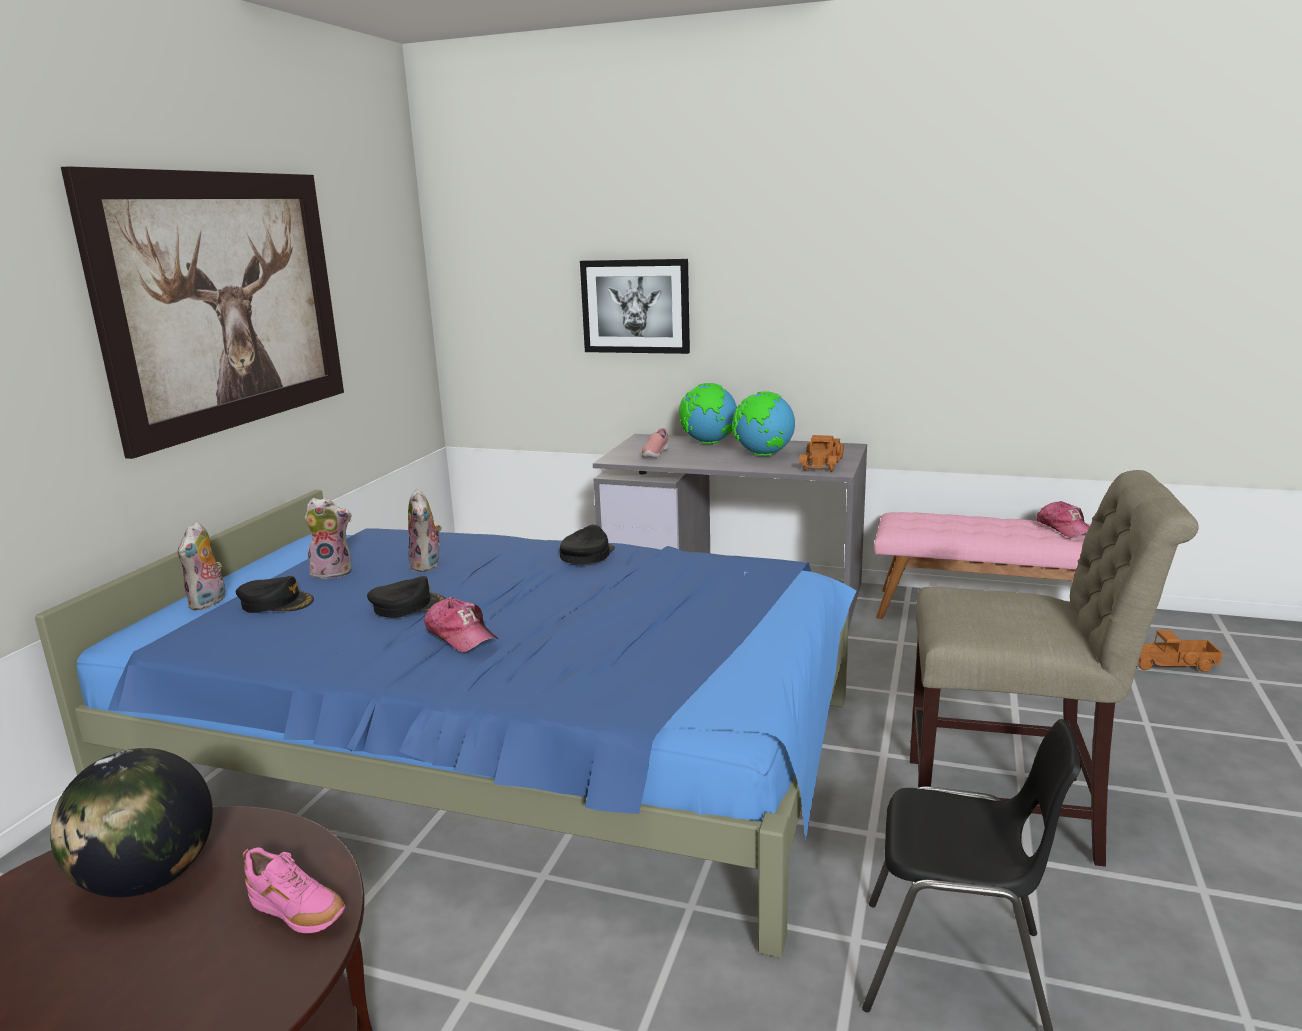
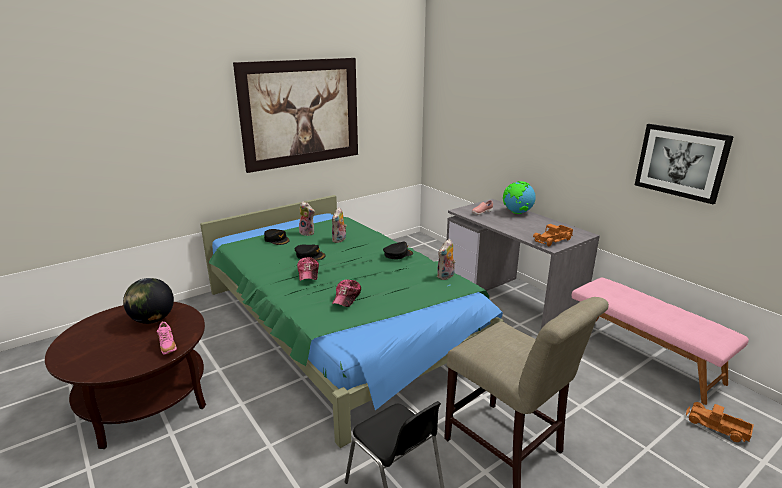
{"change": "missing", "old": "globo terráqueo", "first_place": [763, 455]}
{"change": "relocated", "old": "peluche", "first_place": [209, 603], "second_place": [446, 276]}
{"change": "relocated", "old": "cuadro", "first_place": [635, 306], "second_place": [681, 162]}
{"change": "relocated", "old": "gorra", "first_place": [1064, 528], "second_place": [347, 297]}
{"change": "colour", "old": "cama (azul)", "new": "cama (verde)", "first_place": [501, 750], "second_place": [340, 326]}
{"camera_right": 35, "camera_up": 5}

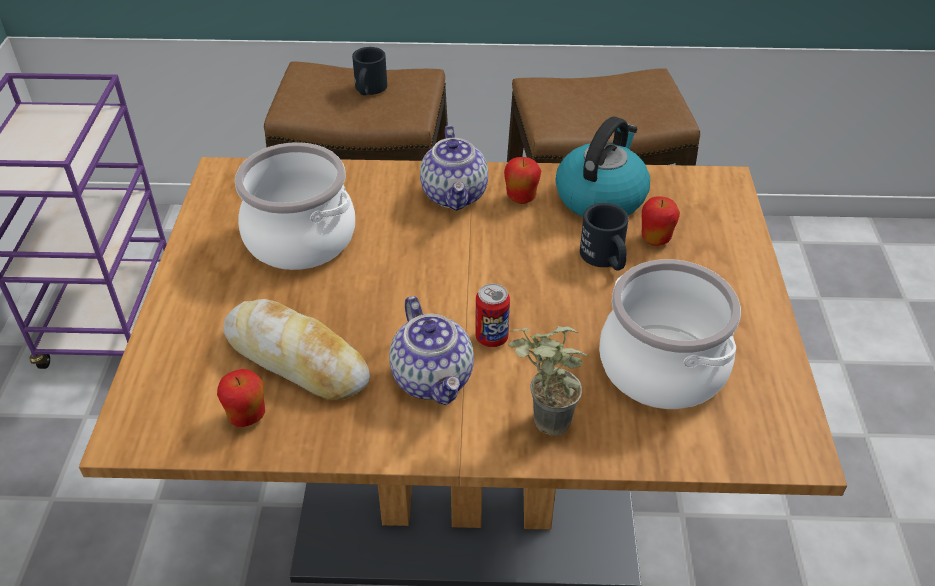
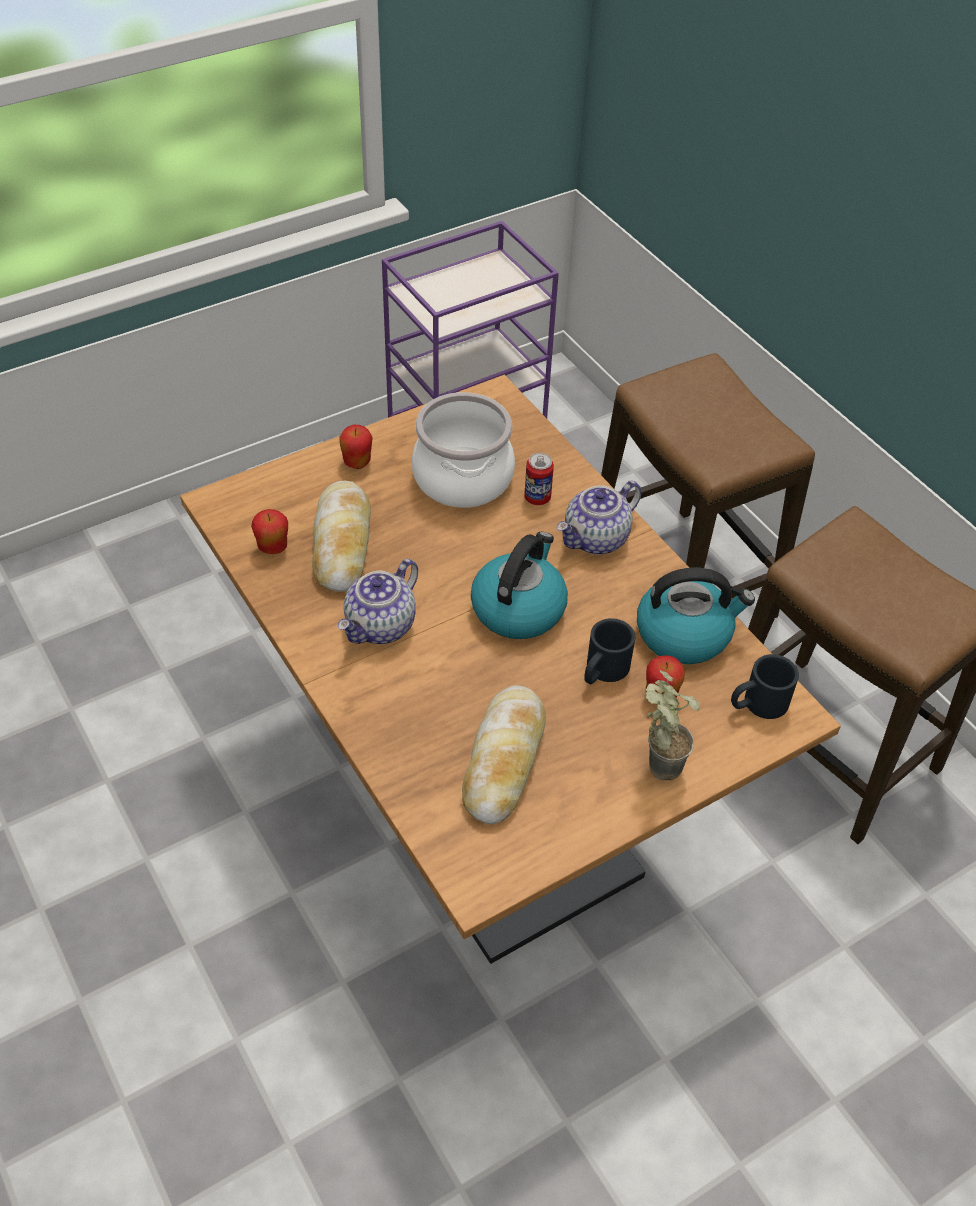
{"change": "appeared", "new": "hervidor", "second_place": [518, 608]}
{"change": "relocated", "old": "taza grande (negro)", "first_place": [369, 90], "second_place": [757, 704]}
{"change": "relocated", "old": "lata", "first_place": [491, 338], "second_place": [537, 498]}
{"change": "relocated", "old": "manzana", "first_place": [521, 198], "second_place": [357, 462]}
{"change": "relocated", "old": "planta en maceta", "first_place": [541, 424], "second_place": [656, 762]}
{"change": "exchanged", "old": "olla", "new": "pan", "first_place": [663, 366], "second_place": [503, 760]}
{"camera_right": 55, "camera_up": 5}

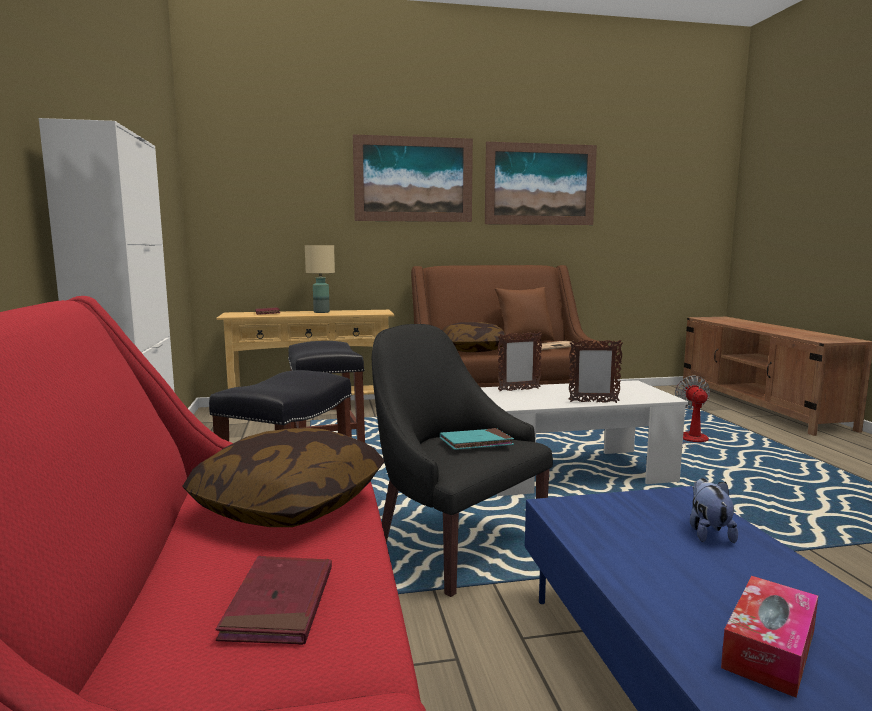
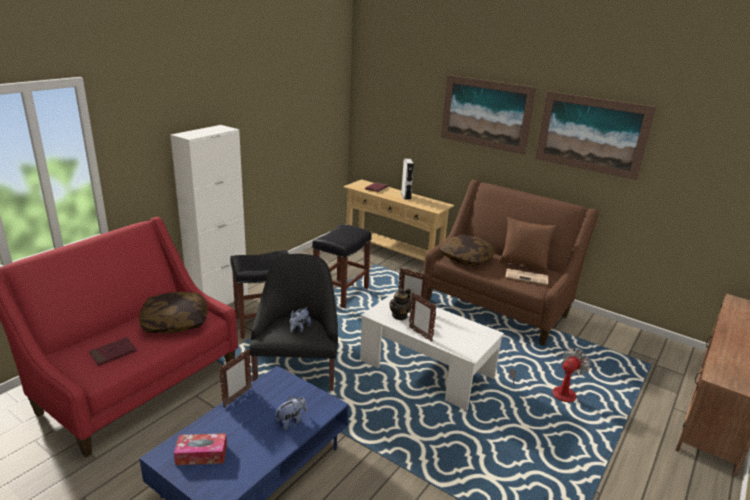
{"change": "appeared", "new": "portarretratos", "second_place": [237, 397]}
{"change": "appeared", "new": "tetera", "second_place": [399, 315]}
{"change": "exchanged", "old": "lámpara de mesa (beis)", "new": "altavoz (gris)", "first_place": [321, 312], "second_place": [406, 196]}
{"change": "exchanged", "old": "libro (turquesa)", "new": "peluche", "first_place": [476, 443], "second_place": [299, 328]}
{"camera_right": 45, "camera_up": 15}

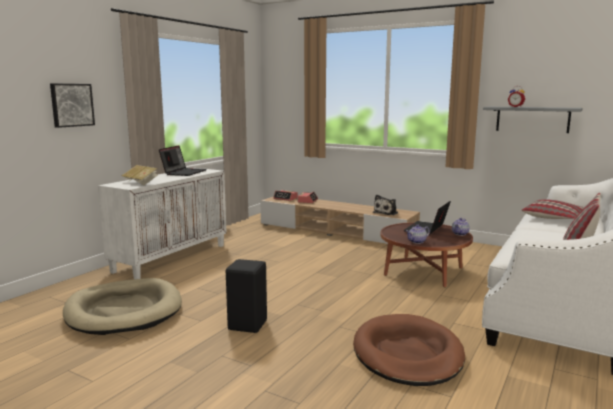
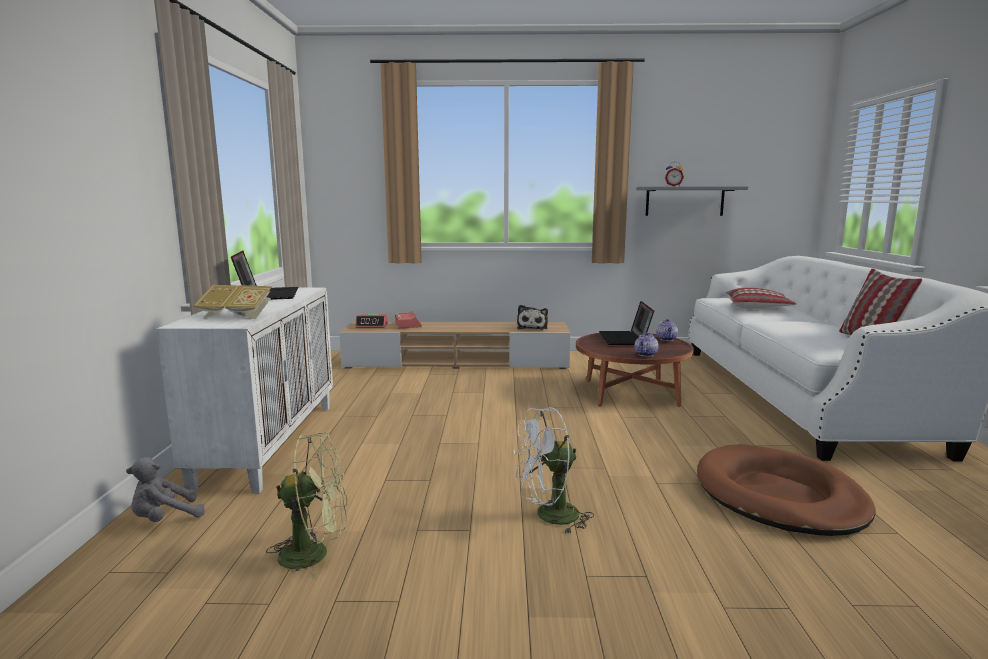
{"change": "missing", "old": "cuadro", "first_place": [71, 105]}
{"change": "appeared", "new": "peluche (gris)", "second_place": [165, 519]}
{"change": "exchanged", "old": "cama para perro (beis)", "new": "ventilador (verde)", "first_place": [124, 311], "second_place": [315, 553]}
{"change": "exchanged", "old": "taburete (negro)", "new": "ventilador (blanco)", "first_place": [248, 325], "second_place": [549, 517]}
{"camera_right": -30, "camera_up": 0}

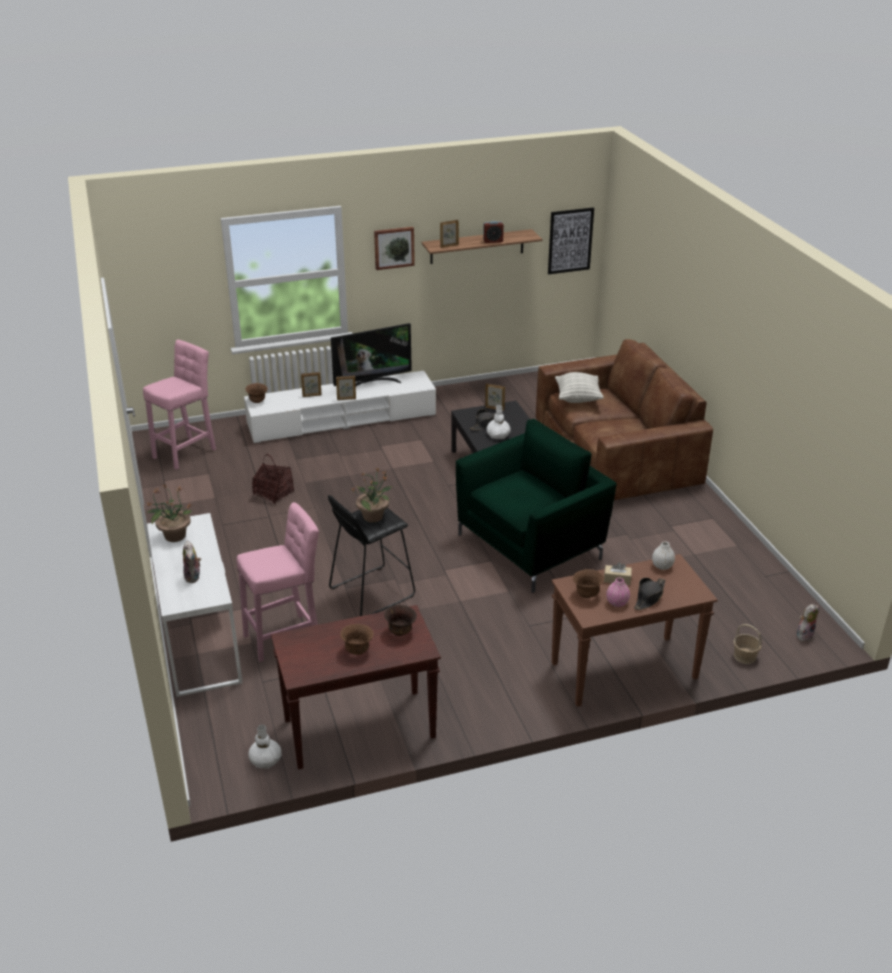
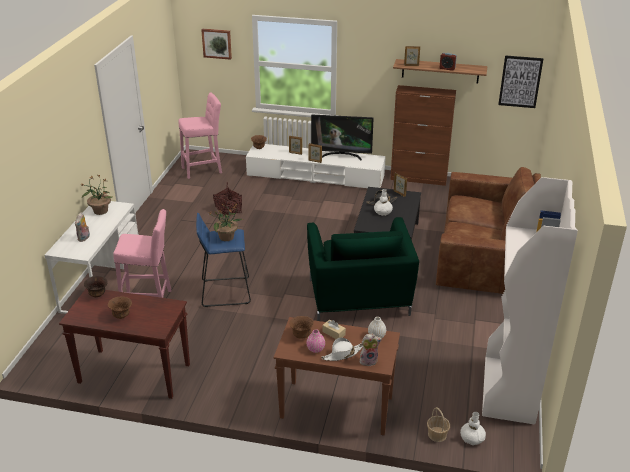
{"change": "missing", "old": "cojín", "first_place": [578, 398]}
{"change": "appeared", "new": "armario (marrón)", "second_place": [419, 178]}
{"change": "appeared", "new": "estantería (blanco)", "second_place": [509, 390]}
{"change": "relocated", "old": "florero (blanco)", "first_place": [265, 759], "second_place": [472, 438]}
{"change": "relocated", "old": "cuadro", "first_place": [394, 247], "second_place": [217, 43]}
{"change": "relocated", "old": "cuenco (marrón)", "first_place": [400, 631], "second_place": [97, 294]}
{"change": "relocated", "old": "peluche", "first_place": [804, 634], "second_place": [369, 360]}
{"change": "colour", "old": "taburete (negro)", "new": "taburete (azul)", "first_place": [371, 592], "second_place": [225, 291]}
{"change": "colour", "old": "sombrero (negro)", "new": "sombrero (blanco)", "first_place": [649, 597], "second_place": [342, 354]}
{"change": "spun", "old": "sillón (verde)", "first_place": [531, 546], "second_place": [358, 298], "degrees": 90}
{"camera_right": 30, "camera_up": 0}

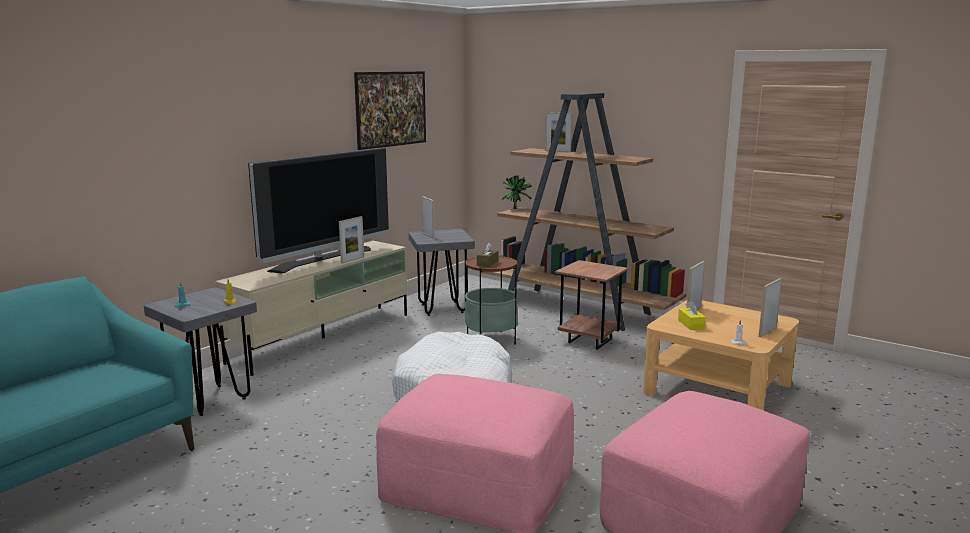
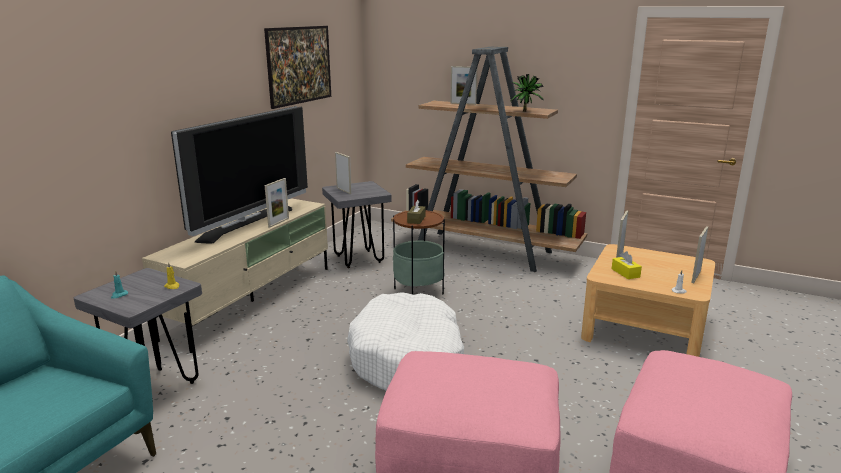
{"change": "missing", "old": "mesa auxiliar (marrón)", "first_place": [589, 340]}
{"change": "relocated", "old": "planta en maceta", "first_place": [516, 208], "second_place": [525, 111]}
{"camera_right": -10, "camera_up": 5}

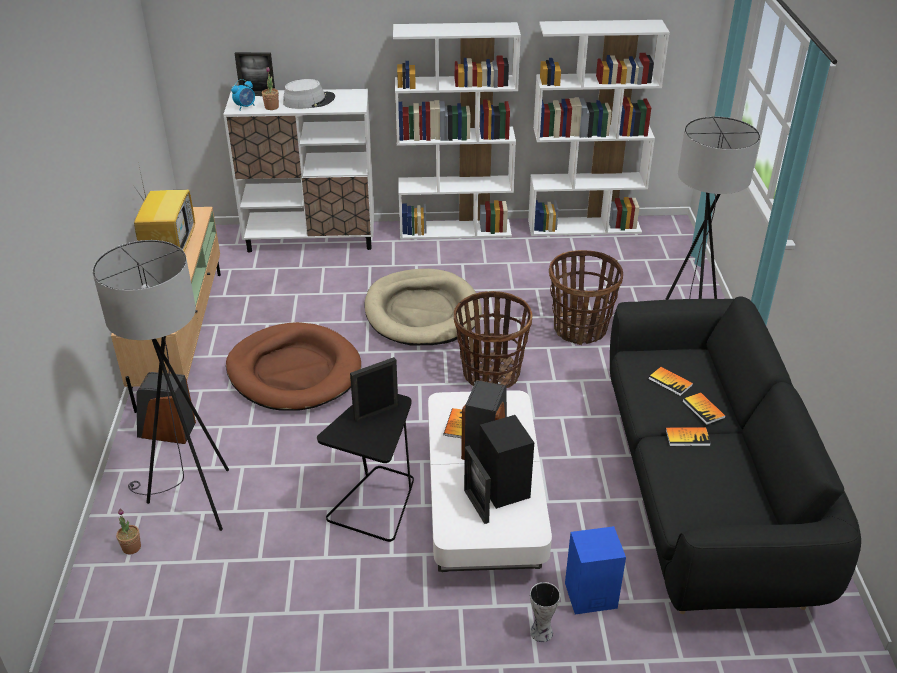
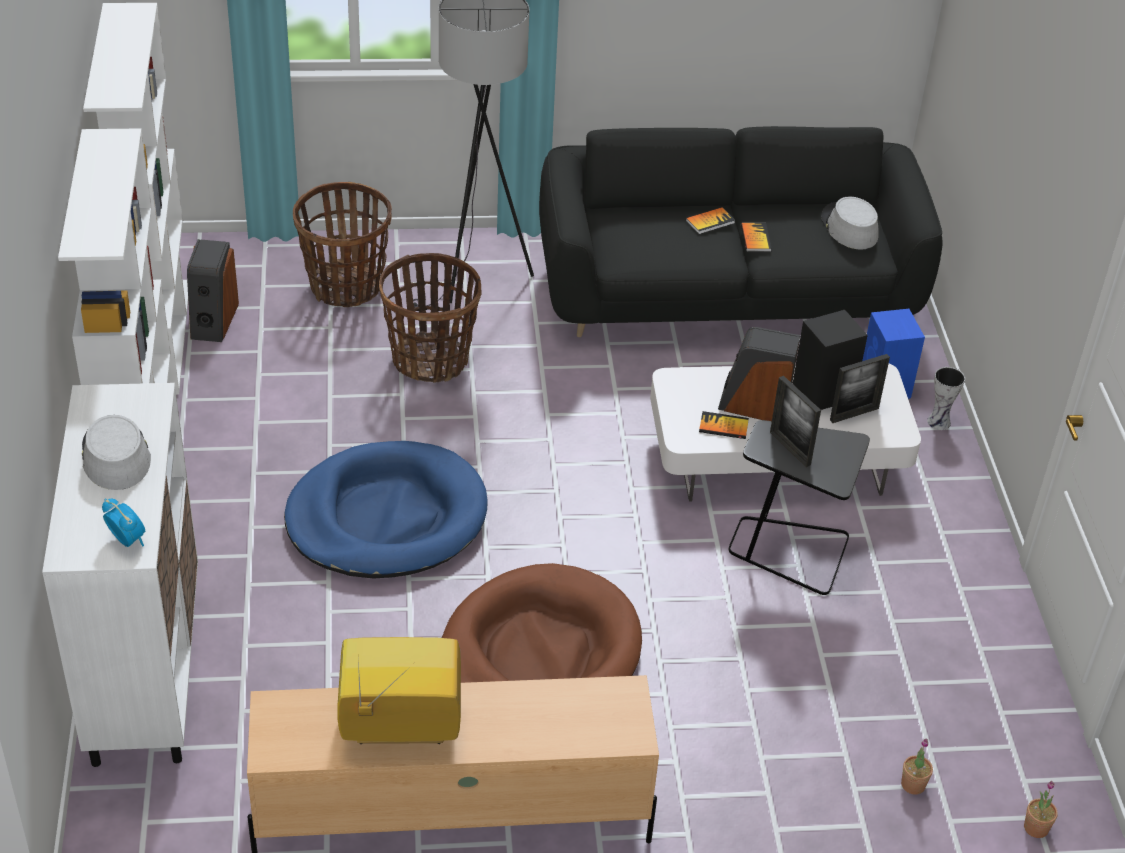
{"change": "missing", "old": "lámpara de pie (gris)", "first_place": [191, 501]}
{"change": "missing", "old": "portarretratos", "first_place": [258, 95]}
{"change": "missing", "old": "libro", "first_place": [670, 382]}
{"change": "appeared", "new": "sombrero (gris)", "second_place": [849, 227]}
{"change": "relocated", "old": "altavoz", "first_place": [167, 431], "second_place": [213, 320]}
{"change": "relocated", "old": "planta en maceta", "first_place": [271, 107], "second_place": [1036, 828]}
{"change": "relocated", "old": "cesta", "first_place": [490, 373], "second_place": [346, 286]}
{"change": "colour", "old": "cama para perro (beis)", "new": "cama para perro (azul)", "first_place": [422, 312], "second_place": [386, 517]}
{"camera_right": -95, "camera_up": 5}

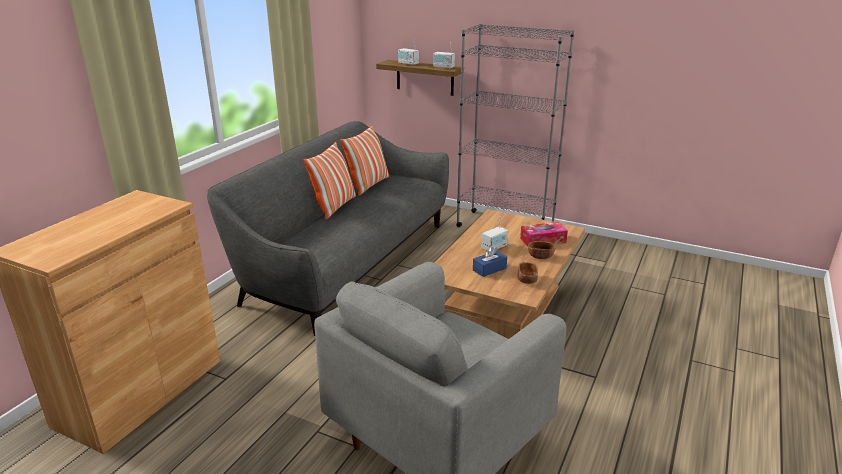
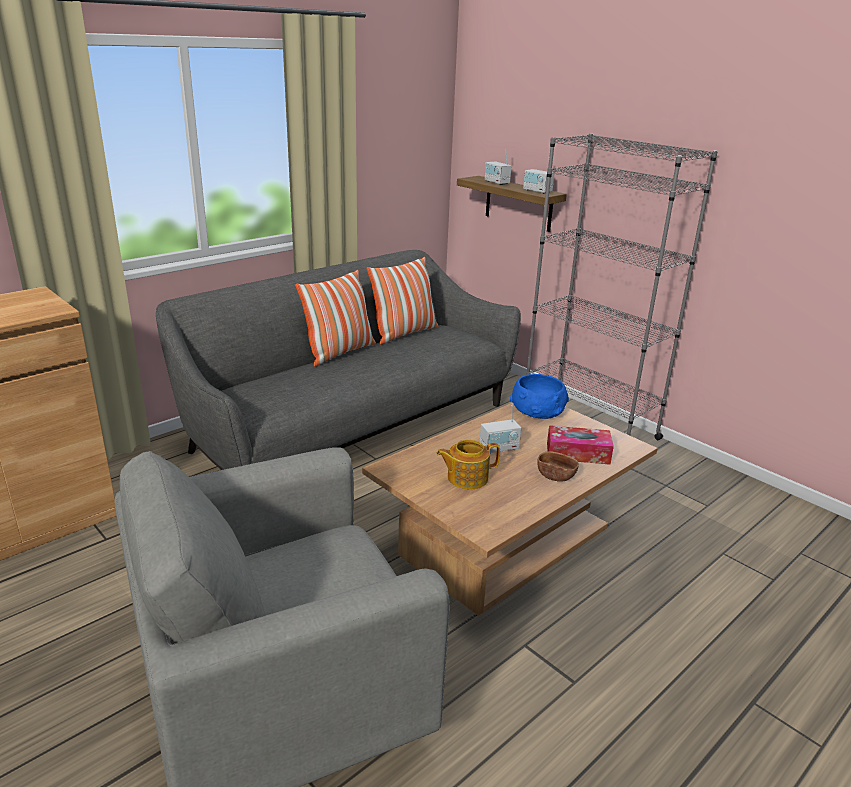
{"change": "missing", "old": "cuenco (marrón)", "first_place": [527, 280]}
{"change": "appeared", "new": "cuenco (azul)", "second_place": [537, 410]}
{"change": "exchanged", "old": "caja de pañuelos (azul)", "new": "tetera", "first_place": [489, 269], "second_place": [466, 478]}
{"camera_right": 20, "camera_up": 0}

